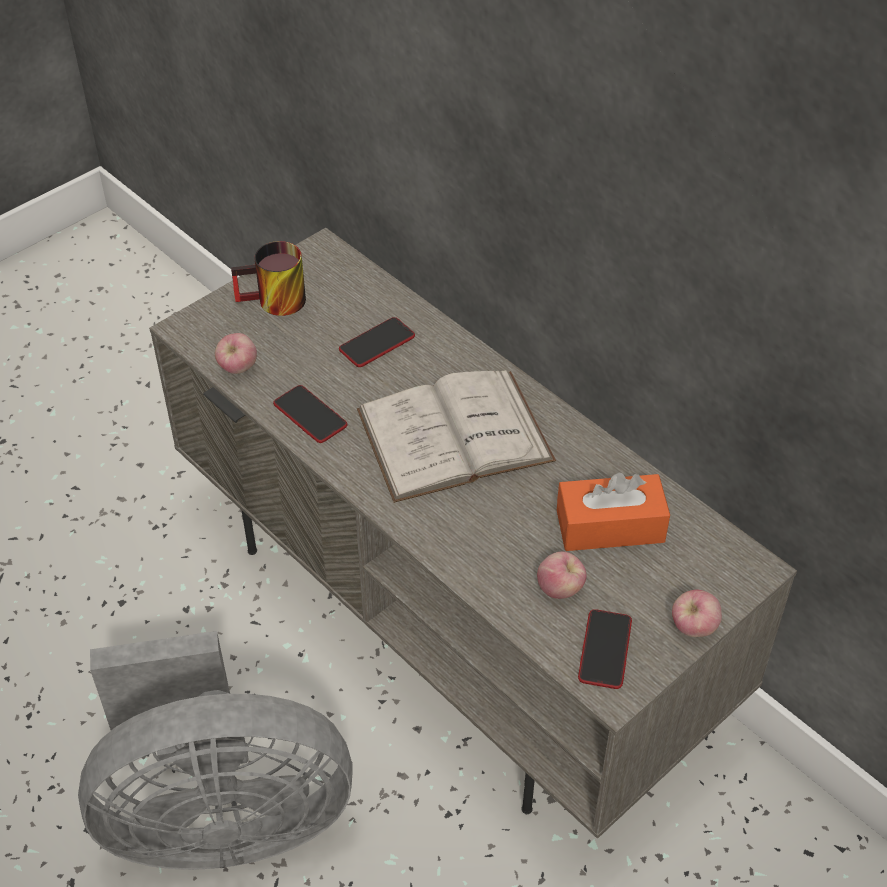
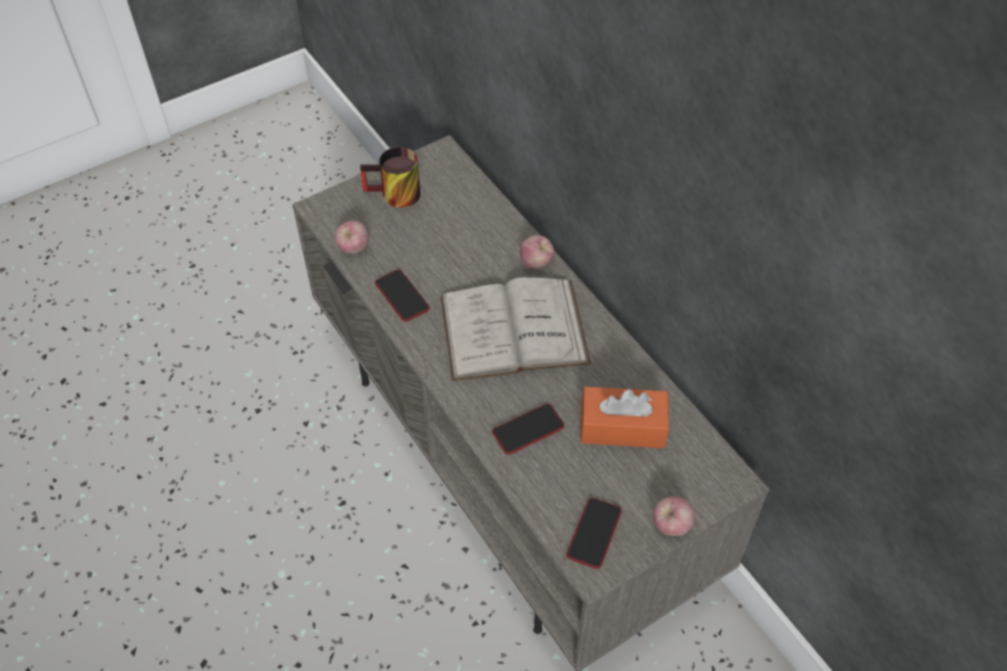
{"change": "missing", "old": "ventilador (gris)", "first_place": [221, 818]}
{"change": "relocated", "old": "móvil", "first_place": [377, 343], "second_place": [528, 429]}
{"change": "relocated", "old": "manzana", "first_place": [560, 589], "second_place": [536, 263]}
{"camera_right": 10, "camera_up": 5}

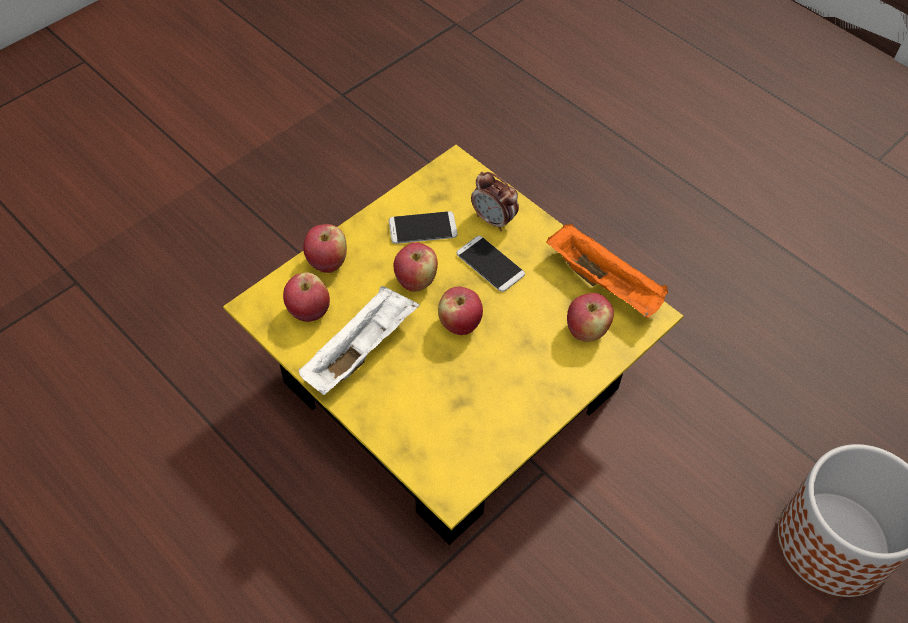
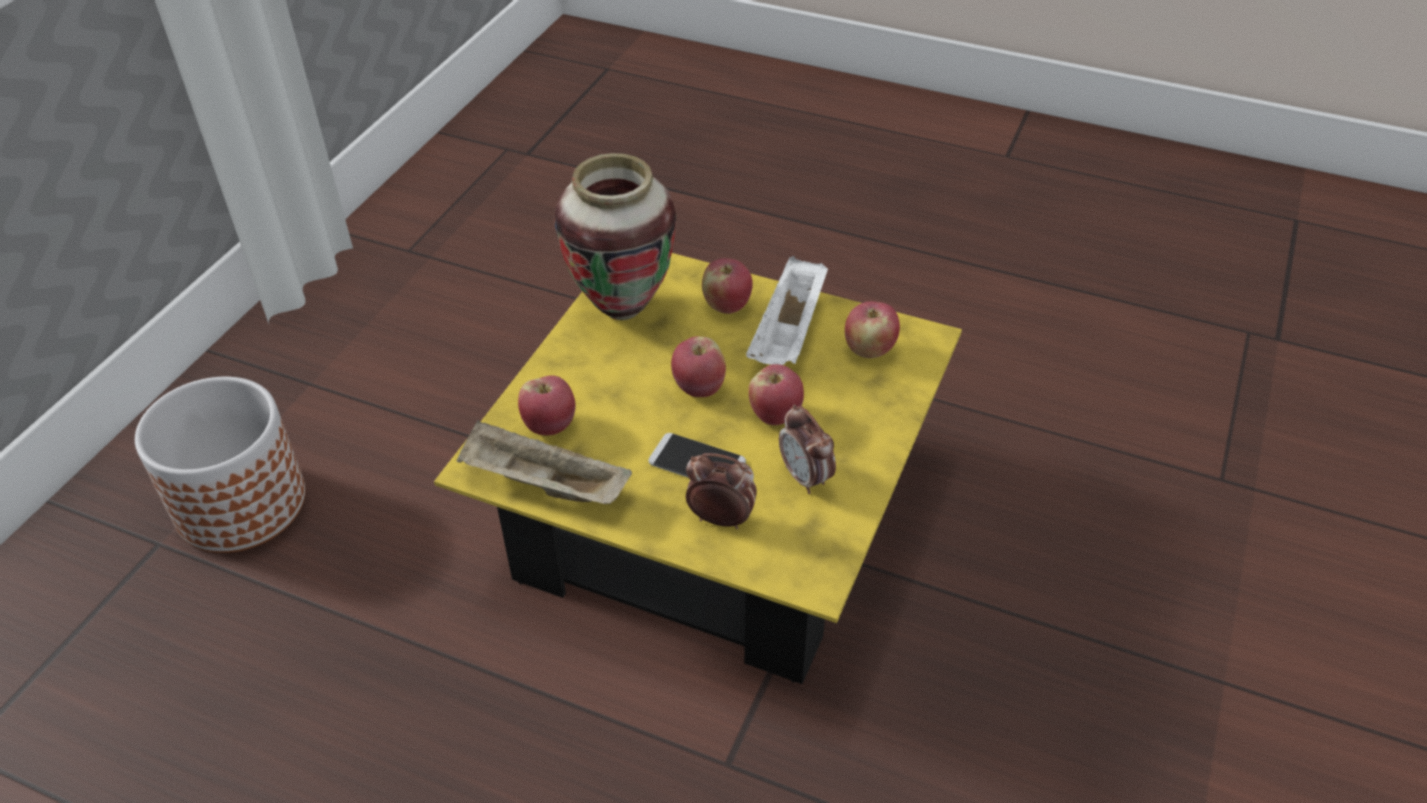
{"change": "appeared", "new": "florero", "second_place": [623, 308]}
{"change": "relocated", "old": "manzana", "first_place": [327, 262], "second_place": [726, 306]}
{"change": "exchanged", "old": "móvil", "new": "despertador", "first_place": [422, 228], "second_place": [805, 477]}
{"change": "colour", "old": "bandeja (naranja)", "new": "bandeja (beis)", "first_place": [605, 284], "second_place": [542, 485]}
{"camera_right": 160, "camera_up": -10}

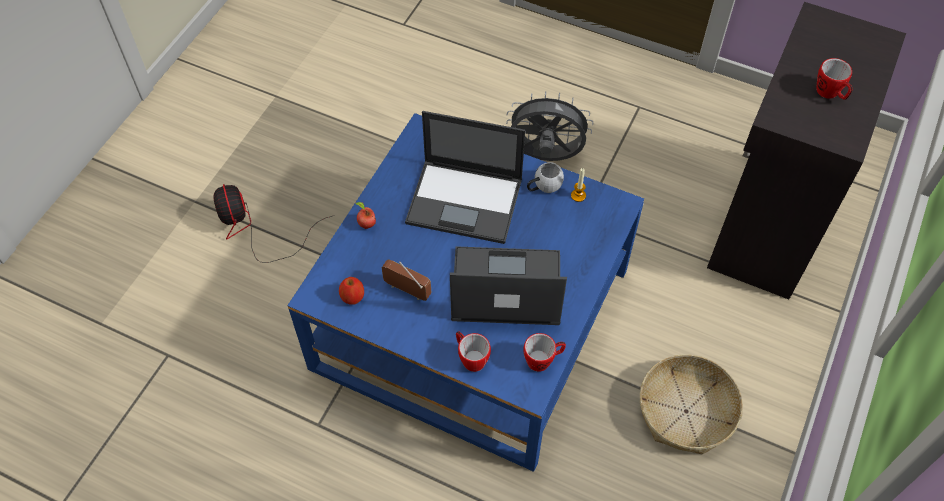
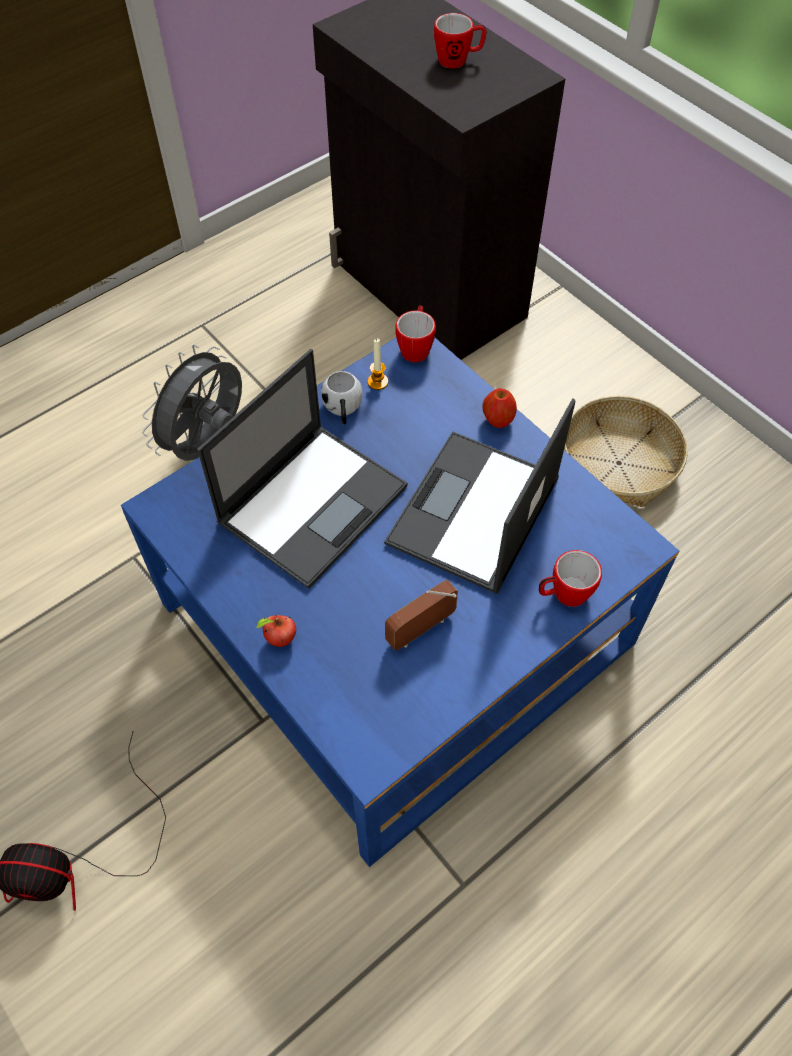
{"change": "relocated", "old": "manzana", "first_place": [353, 297], "second_place": [498, 420]}
{"change": "relocated", "old": "taza grande", "first_place": [543, 360], "second_place": [416, 347]}
{"camera_right": -65, "camera_up": 0}

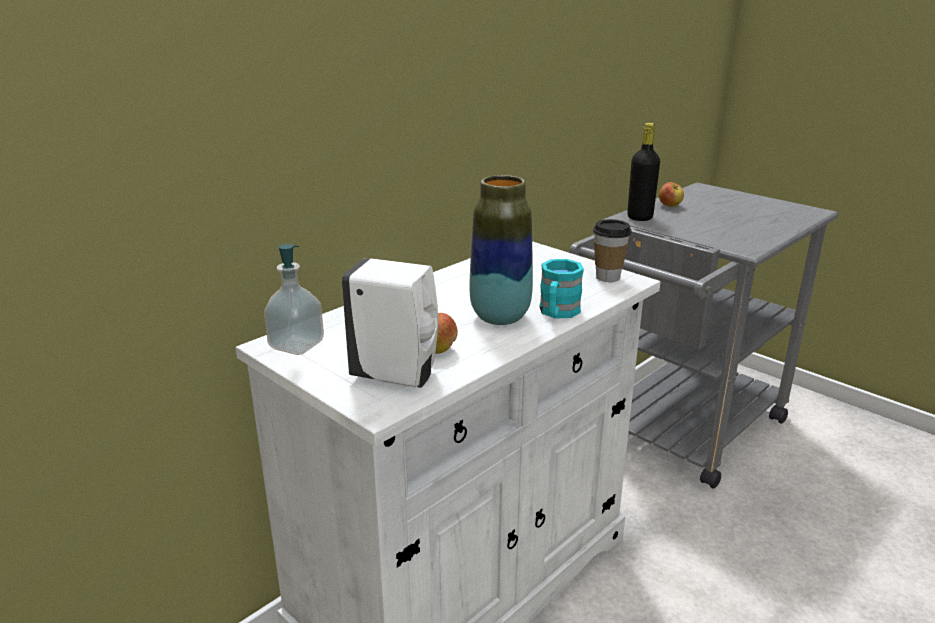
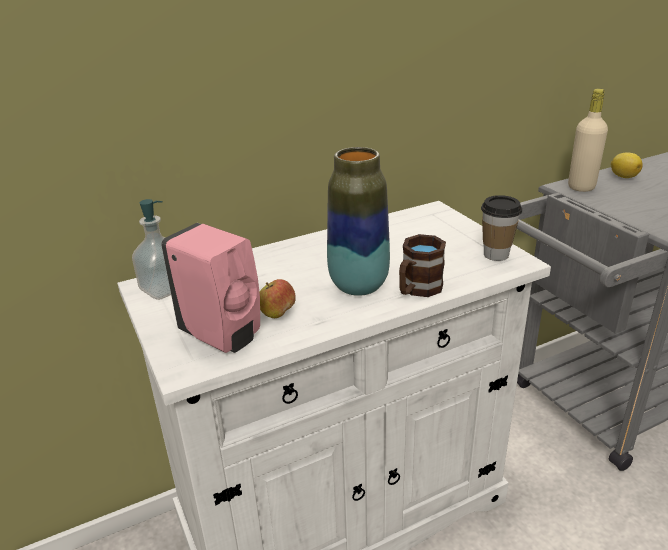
{"change": "exchanged", "old": "manzana", "new": "limón", "first_place": [670, 206], "second_place": [623, 176]}
{"change": "colour", "old": "dispensador de jabón (blanco)", "new": "dispensador de jabón (rosa)", "first_place": [397, 376], "second_place": [223, 336]}
{"change": "colour", "old": "taza grande (turquesa)", "new": "taza grande (marrón)", "first_place": [557, 313], "second_place": [417, 290]}
{"change": "colour", "old": "botella (negro)", "new": "botella (beis)", "first_place": [640, 217], "second_place": [581, 187]}
{"camera_right": 20, "camera_up": 5}

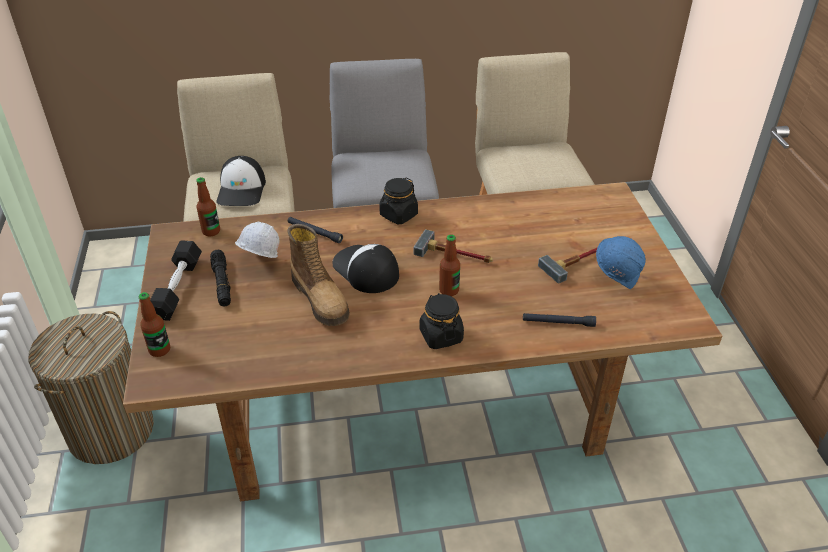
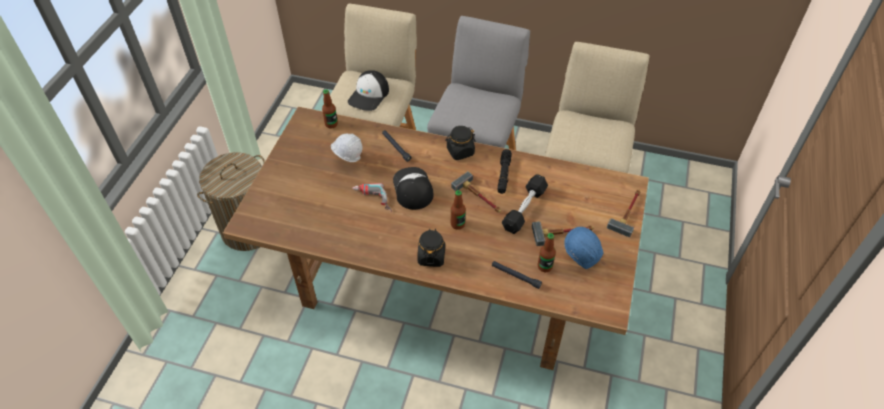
{"change": "appeared", "new": "martillo", "second_place": [628, 212]}
{"change": "relocated", "old": "botella", "first_place": [159, 350], "second_place": [544, 266]}
{"change": "relocated", "old": "mancuerna (negro)", "first_place": [177, 288], "second_place": [524, 209]}
{"change": "relocated", "old": "linterna (negro)", "first_place": [222, 283], "second_place": [503, 175]}
{"change": "exchanged", "old": "bota", "new": "taladro", "first_place": [321, 299], "second_place": [372, 201]}
{"camera_right": 25, "camera_up": 10}

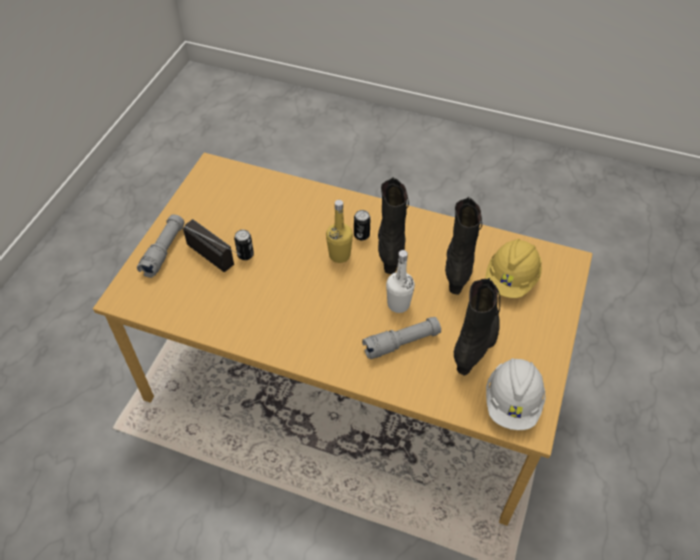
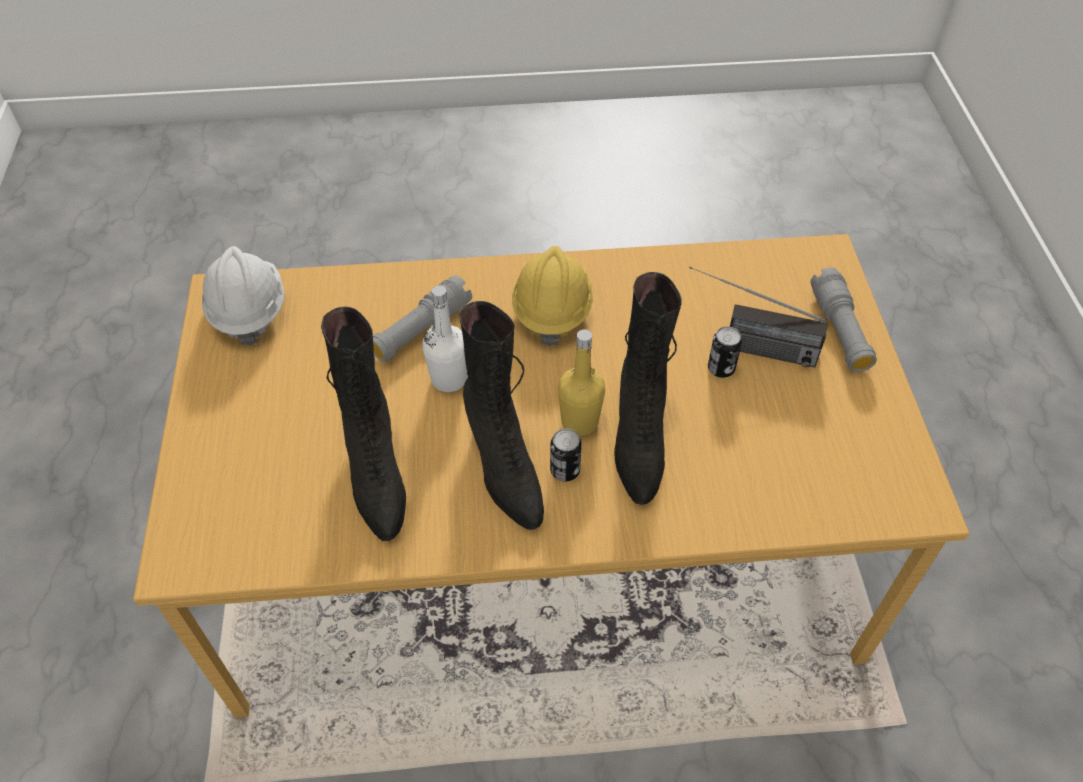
{"change": "relocated", "old": "bota (negro)", "first_place": [477, 345], "second_place": [639, 440]}
{"change": "relocated", "old": "casco (amarillo)", "first_place": [511, 279], "second_place": [552, 310]}
{"camera_right": 155, "camera_up": 0}

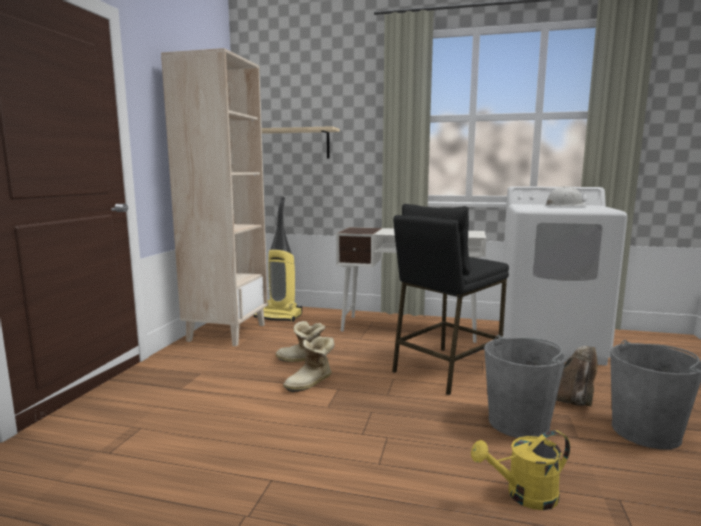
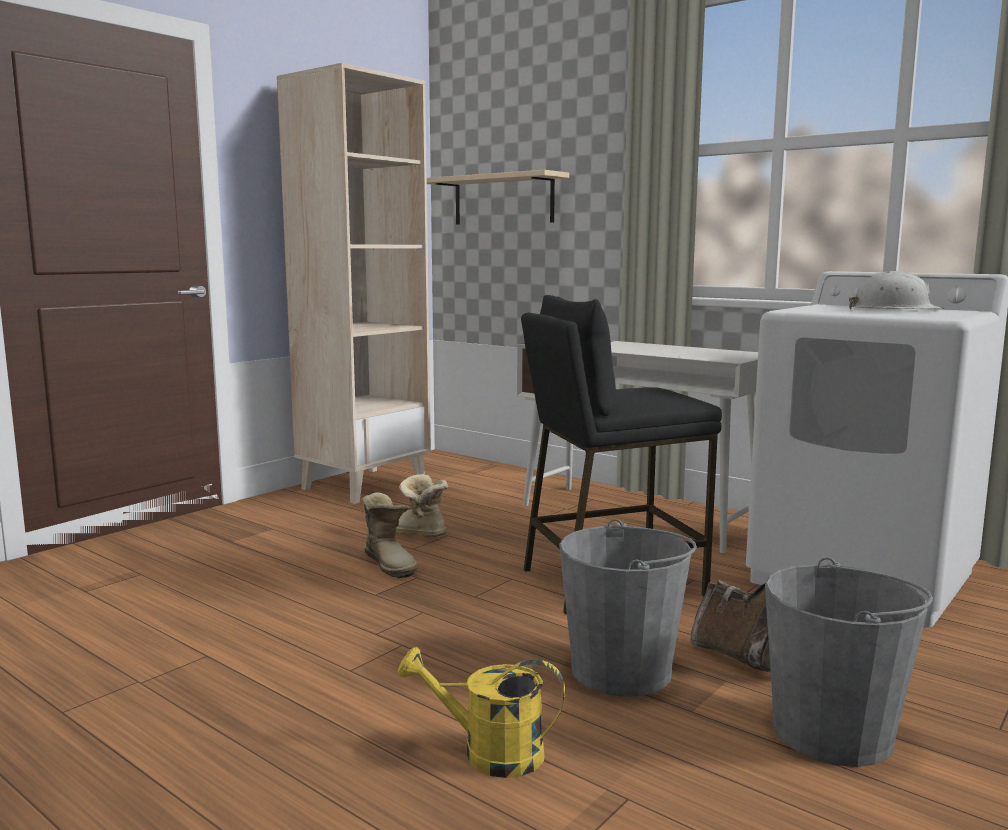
{"change": "missing", "old": "aspiradora", "first_place": [279, 316]}
{"change": "spun", "old": "bota", "first_place": [311, 383], "second_place": [391, 563], "degrees": -105}
{"camera_right": 25, "camera_up": 0}

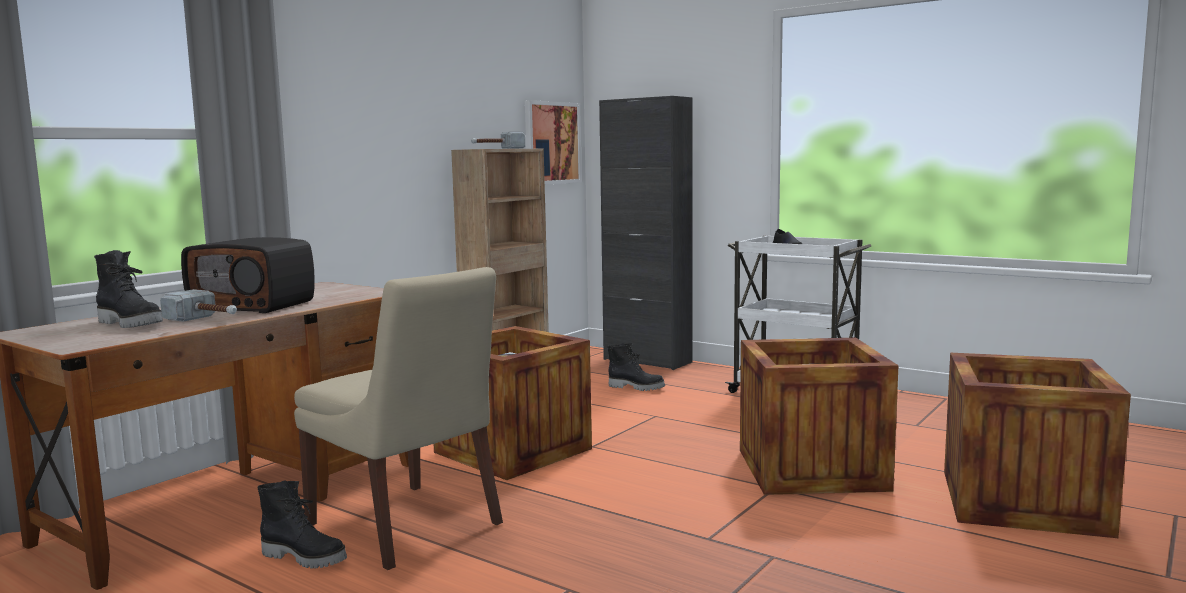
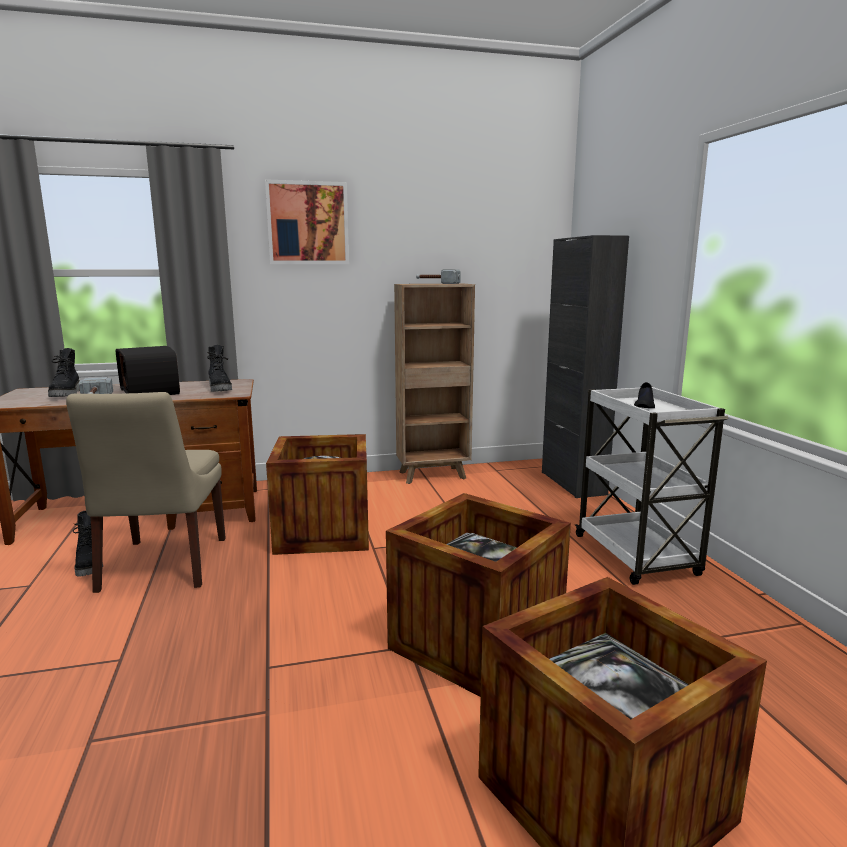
{"change": "relocated", "old": "cuadro", "first_place": [552, 143], "second_place": [308, 223]}
{"change": "relocated", "old": "bota (negro)", "first_place": [636, 387], "second_place": [220, 389]}
{"camera_right": 40, "camera_up": 5}

